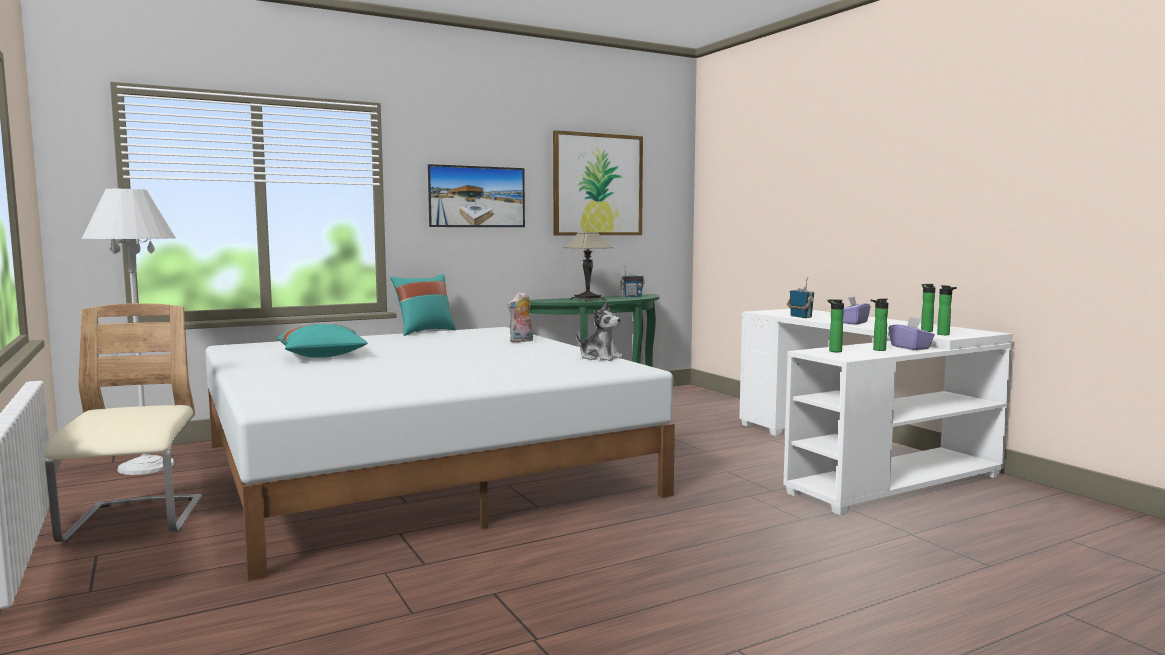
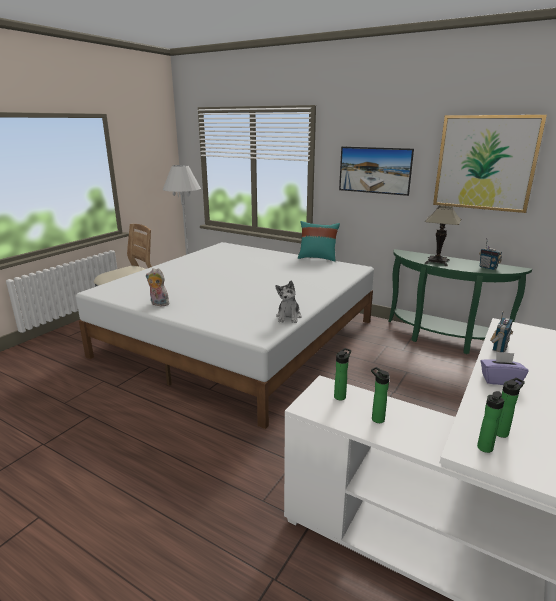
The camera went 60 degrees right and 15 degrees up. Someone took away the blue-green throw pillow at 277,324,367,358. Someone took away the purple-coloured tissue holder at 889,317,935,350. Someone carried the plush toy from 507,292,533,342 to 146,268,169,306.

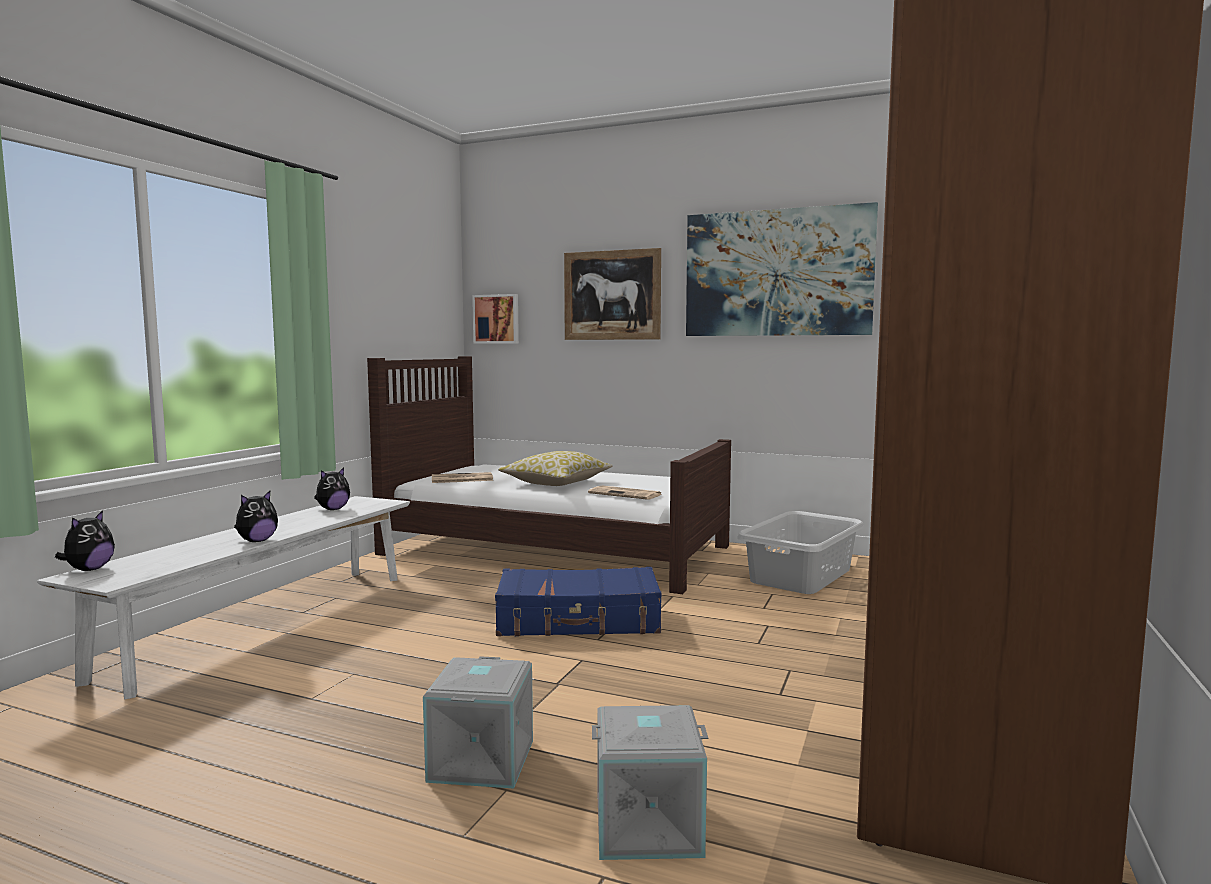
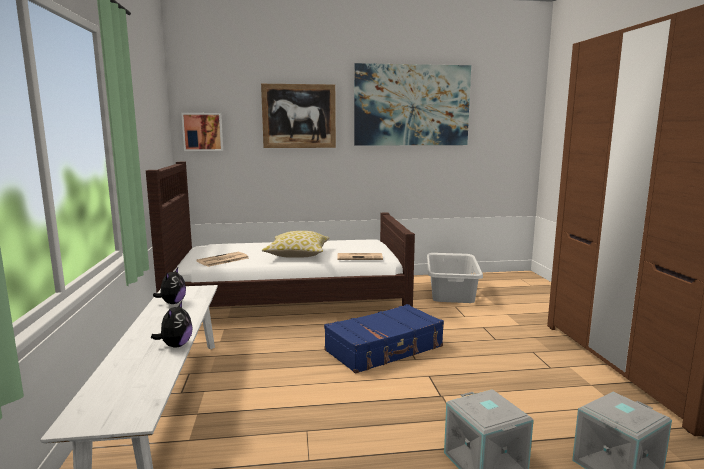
The camera went 30 degrees left and 5 degrees up. Someone took away the plush toy at 55,510,115,571.

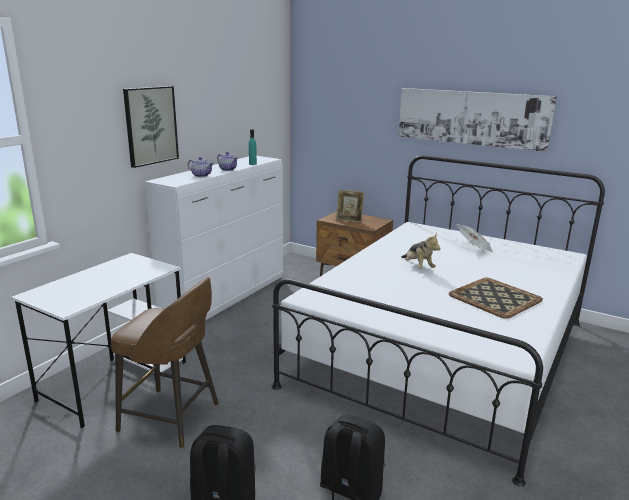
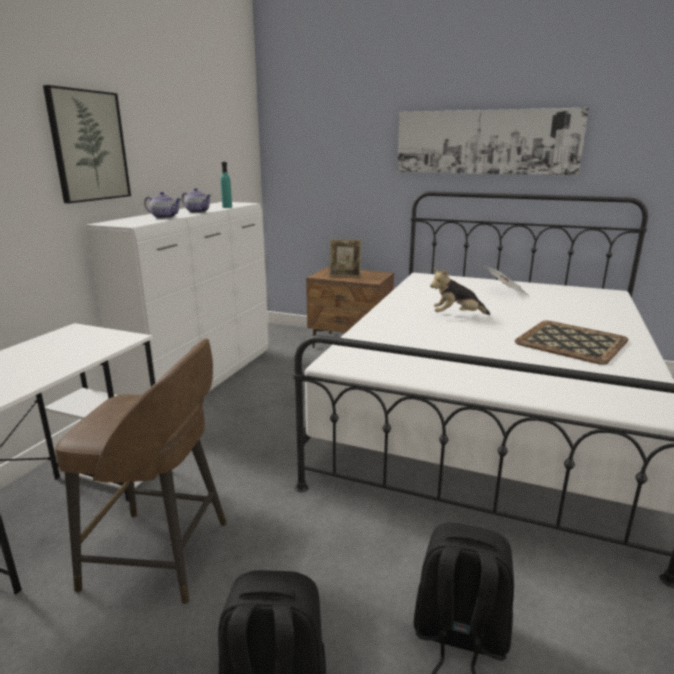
The camera went 10 degrees left and 0 degrees up. Someone rotated the plush toy at 401,233,441,269 by 120 degrees clockwise.

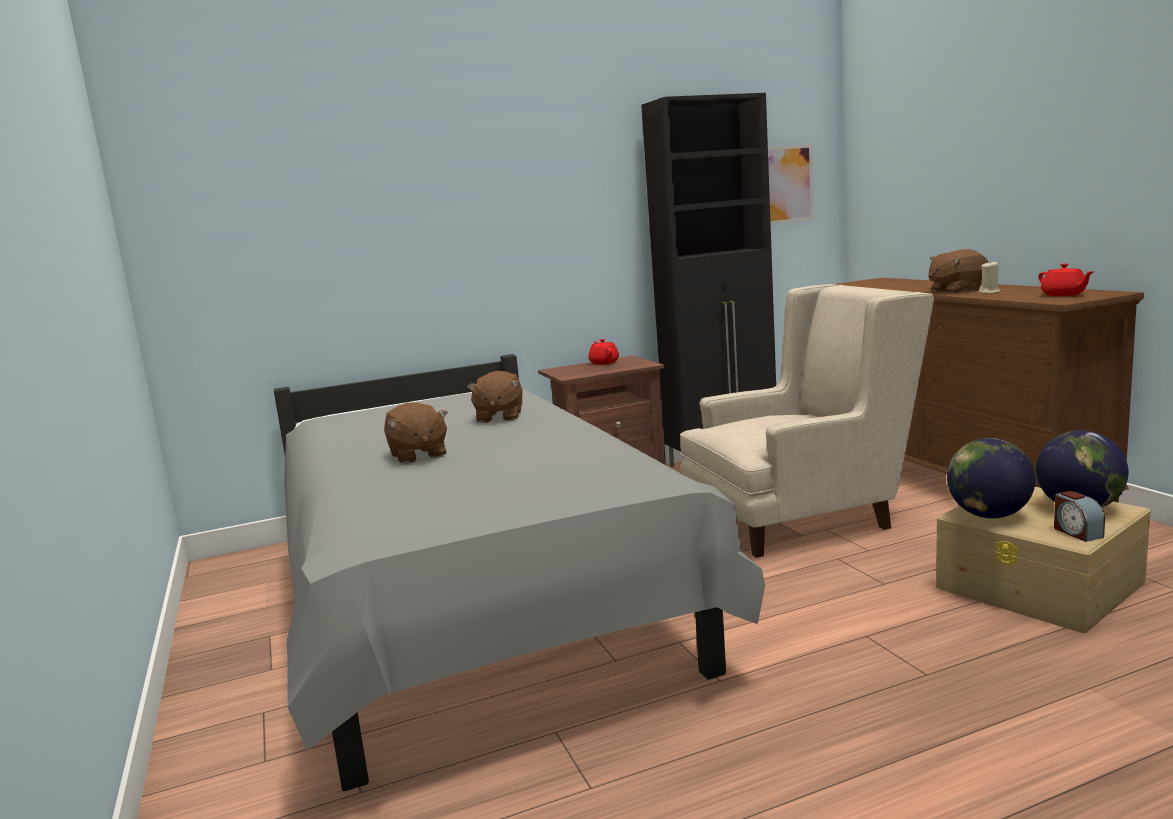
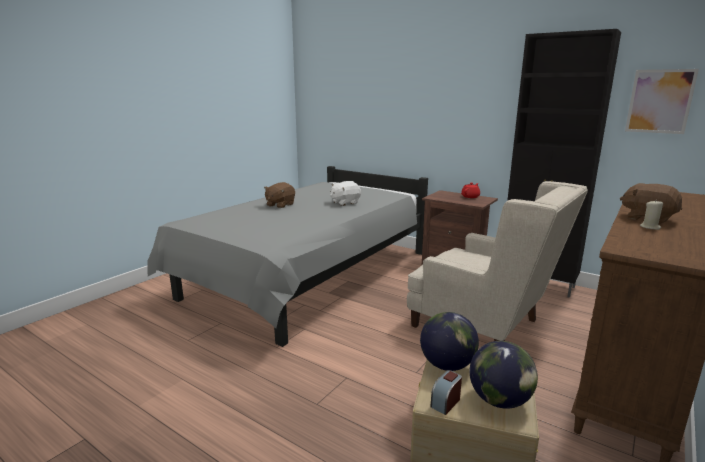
The camera went 55 degrees right and 5 degrees up. Someone took away the red-coloured pot for tea at 1039,263,1094,296. Someone repainted the brownish plush toy at 467,371,522,423, which became the whitish plush toy at 330,181,361,206.

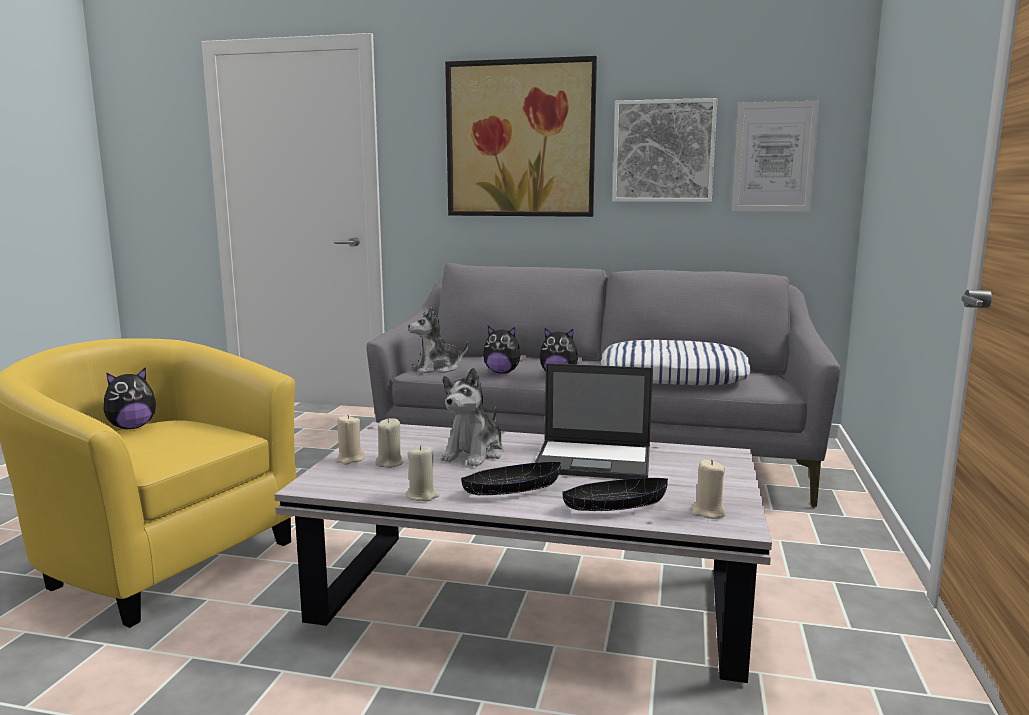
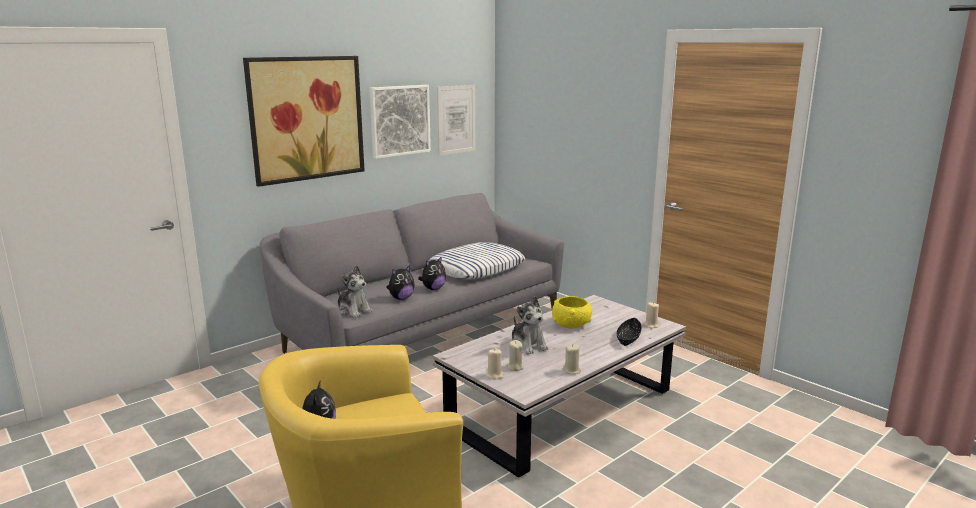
The camera went 55 degrees left and 5 degrees up. Someone took away the black-coloured bowl at 461,462,561,495. Someone swapped the laptop at 535,363,653,479 for the yellow-coloured bowl at 552,296,592,329. Someone rotated the plush toy at 408,307,468,373 by 60 degrees counterclockwise.

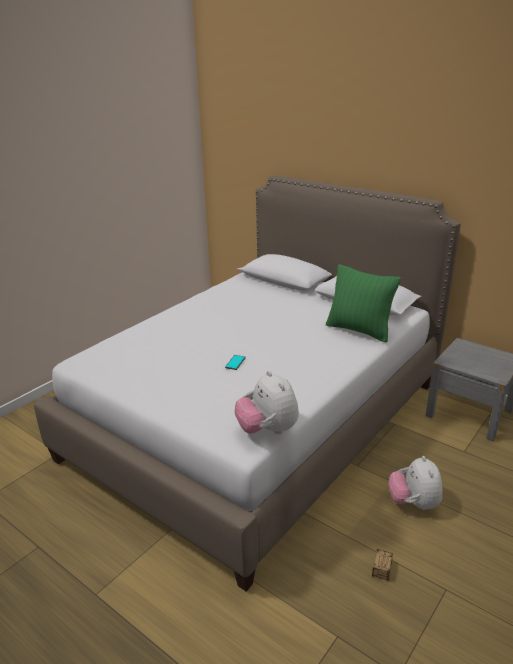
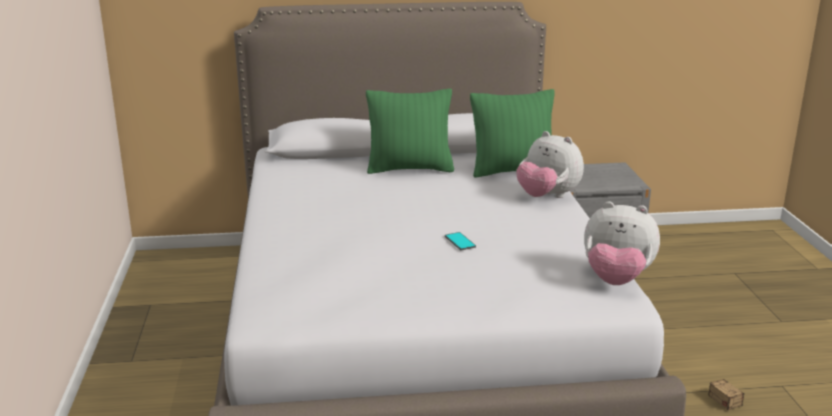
The camera went 45 degrees left and 5 degrees down. Someone put down the green-coloured throw pillow at 366,89,454,174. Someone carried the plush toy from 388,456,442,510 to 517,131,584,198.

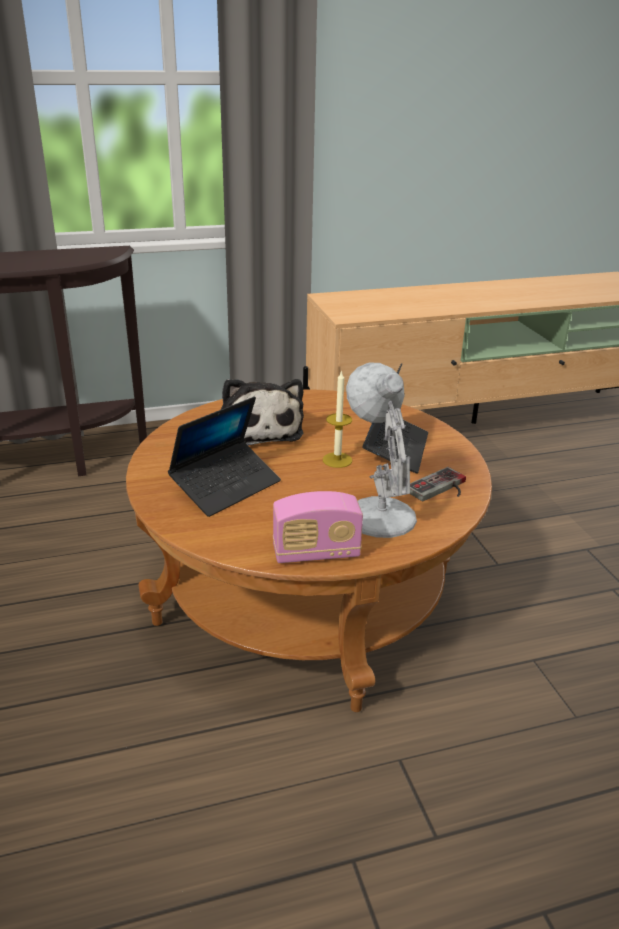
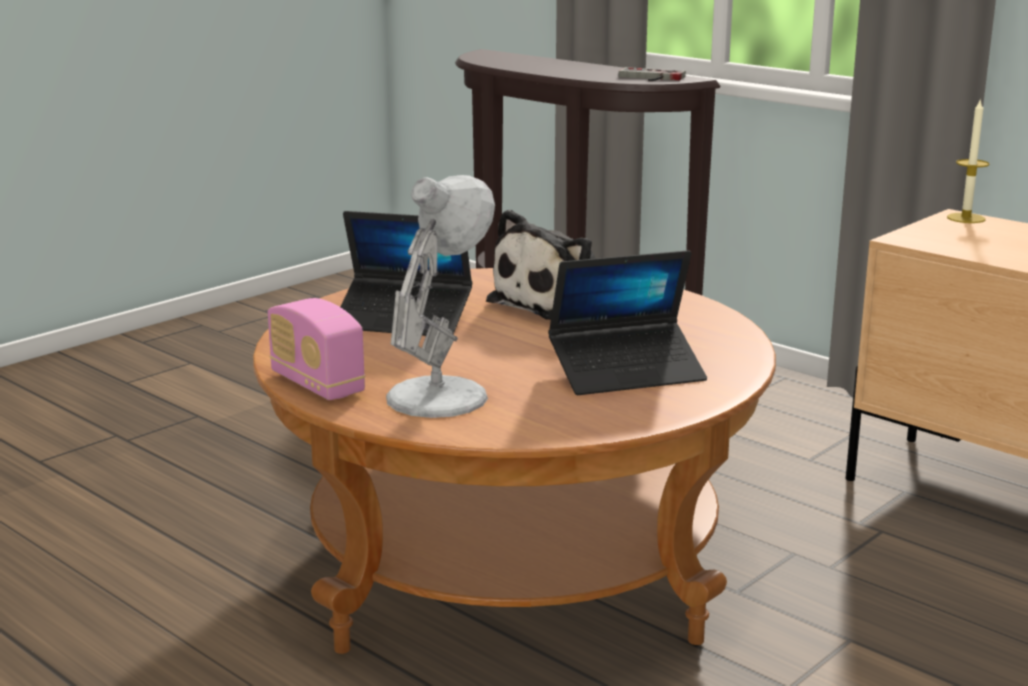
The camera went 60 degrees right and 10 degrees down. Someone carried the wax candle from 323,370,352,468 to 947,98,989,223. Someone carried the joypad from 410,467,466,501 to 619,67,686,81.

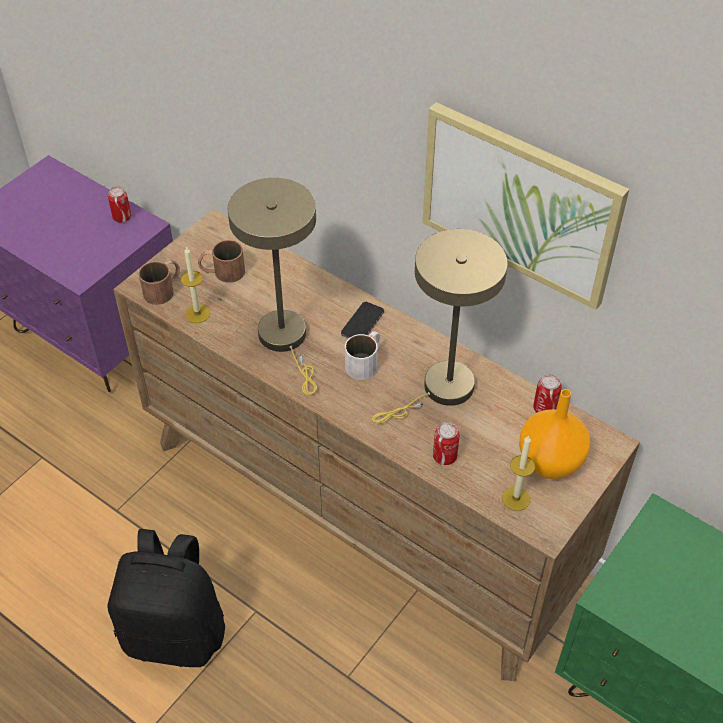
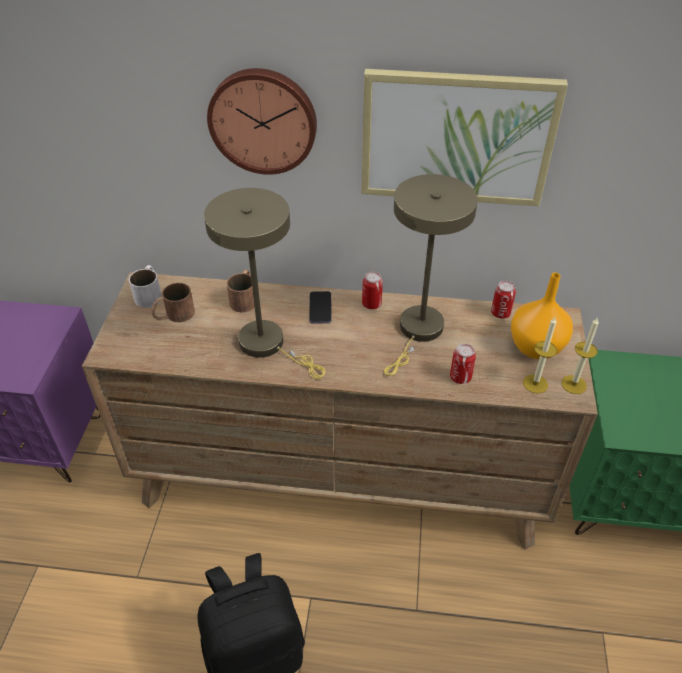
The camera went 30 degrees left and 5 degrees down. Someone put up the wall clock at 207,68,317,175. Someone carried the can from 108,186,131,222 to 362,272,383,309. Someone carried the brownish mug from 138,260,180,305 to 227,270,255,312. Someone carried the wax candle from 181,246,210,323 to 561,317,599,394. Someone carried the whitish mug from 345,331,381,380 to 129,265,162,308.

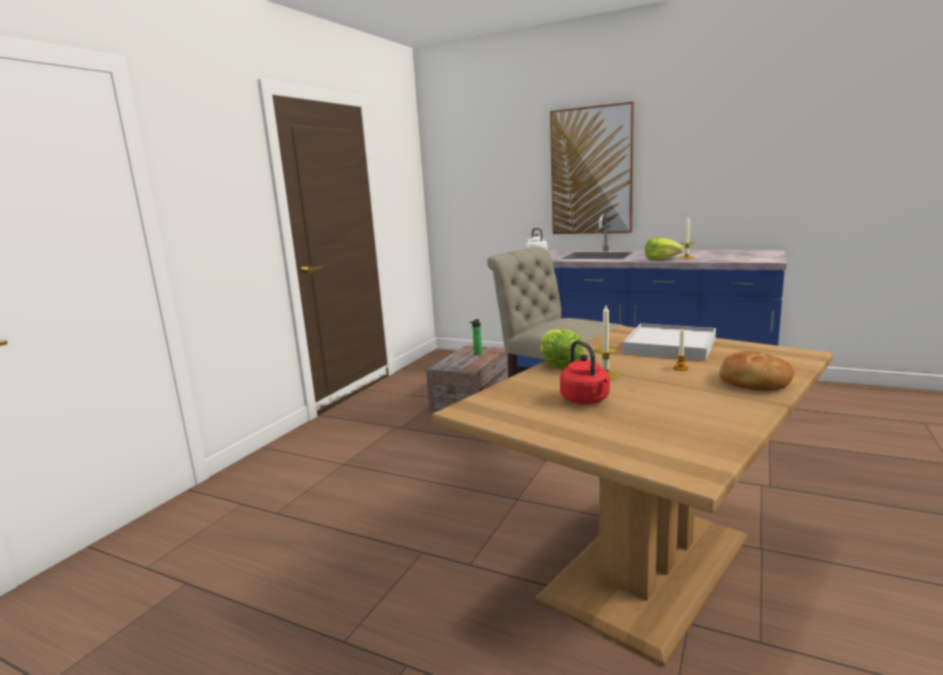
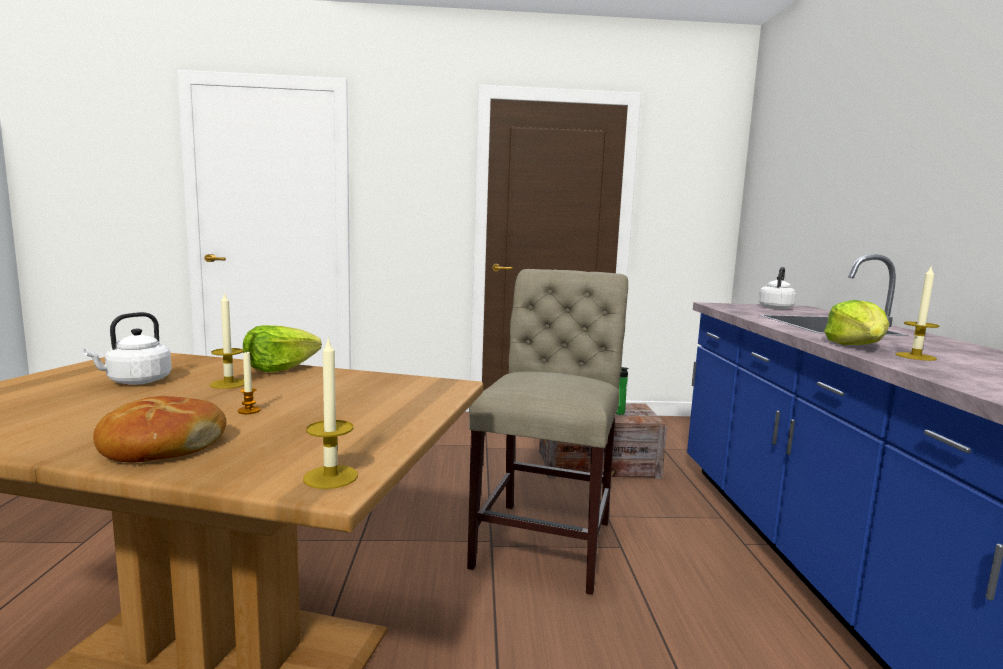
The camera went 60 degrees right and 5 degrees down. Someone took away the picture at 550,102,634,234. Someone took away the whitish serving tray at 623,323,716,361. Someone put down the wax candle at 303,336,358,489. Someone repainted the red-coloured kettle at 560,340,610,404, which became the whitish kettle at 83,312,172,385.

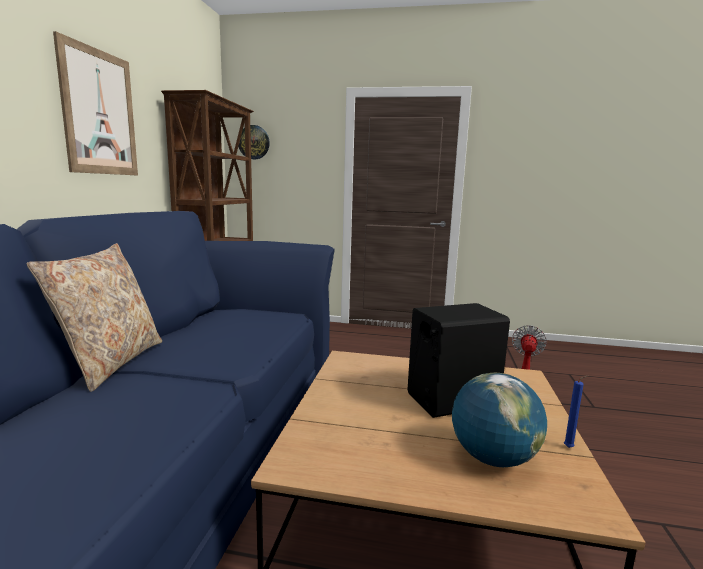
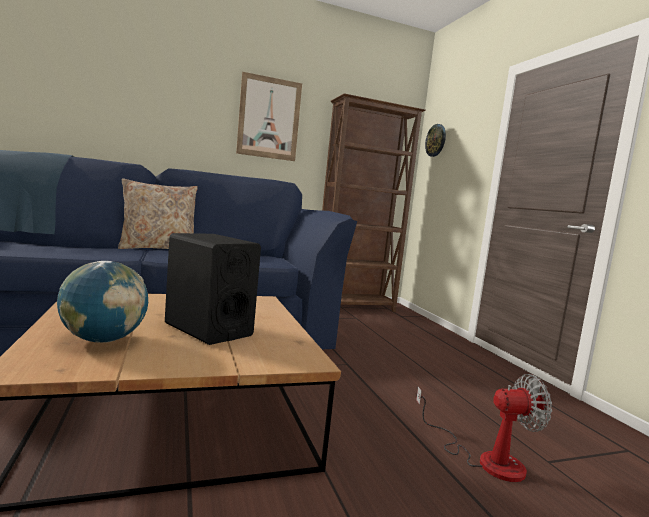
The camera went 60 degrees right and 5 degrees down. Someone took away the bluish wax candle at 564,375,589,448.

